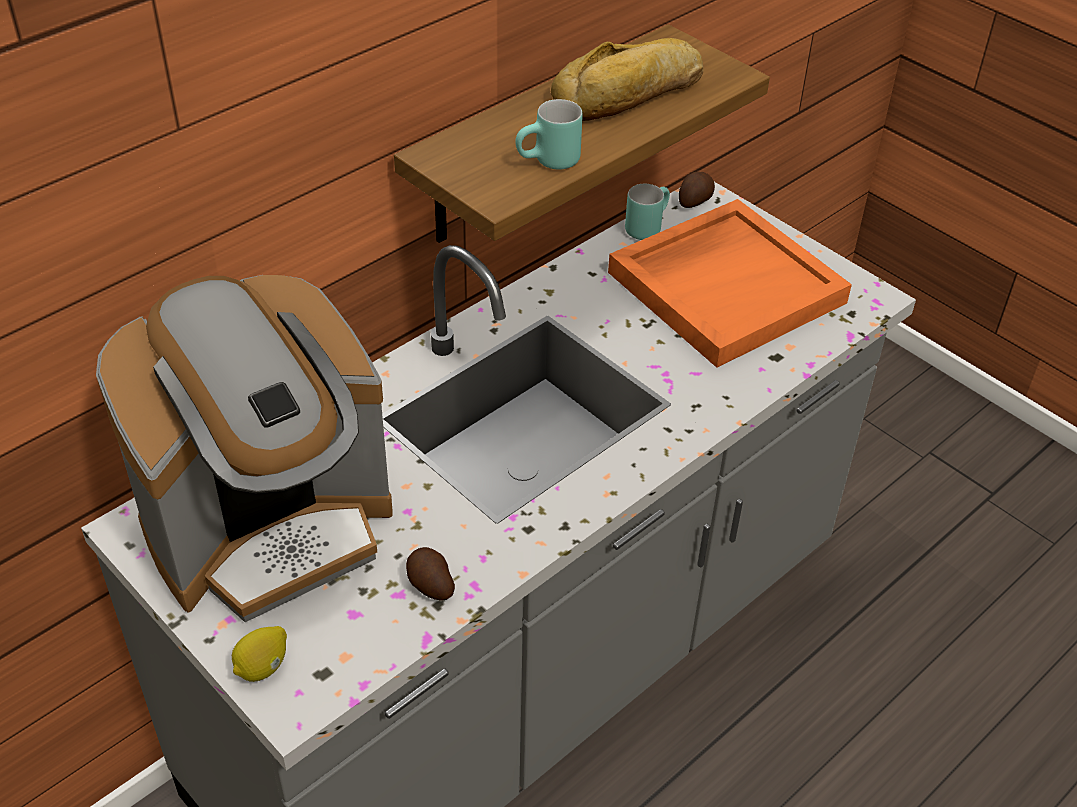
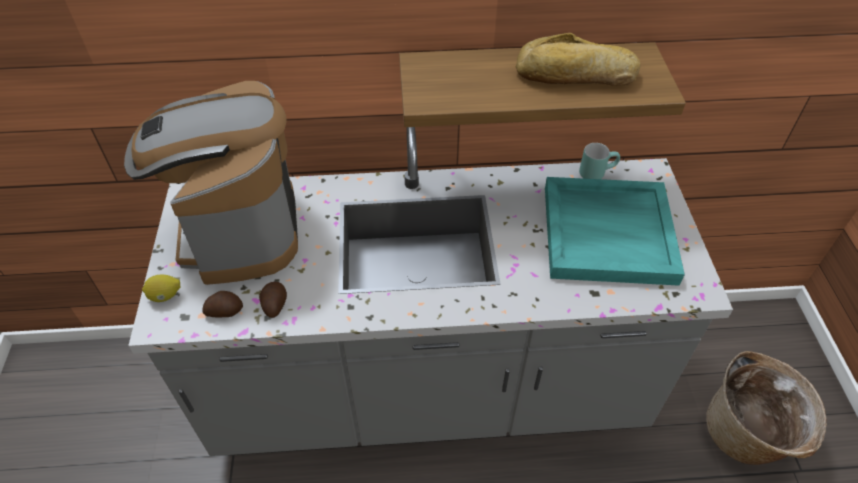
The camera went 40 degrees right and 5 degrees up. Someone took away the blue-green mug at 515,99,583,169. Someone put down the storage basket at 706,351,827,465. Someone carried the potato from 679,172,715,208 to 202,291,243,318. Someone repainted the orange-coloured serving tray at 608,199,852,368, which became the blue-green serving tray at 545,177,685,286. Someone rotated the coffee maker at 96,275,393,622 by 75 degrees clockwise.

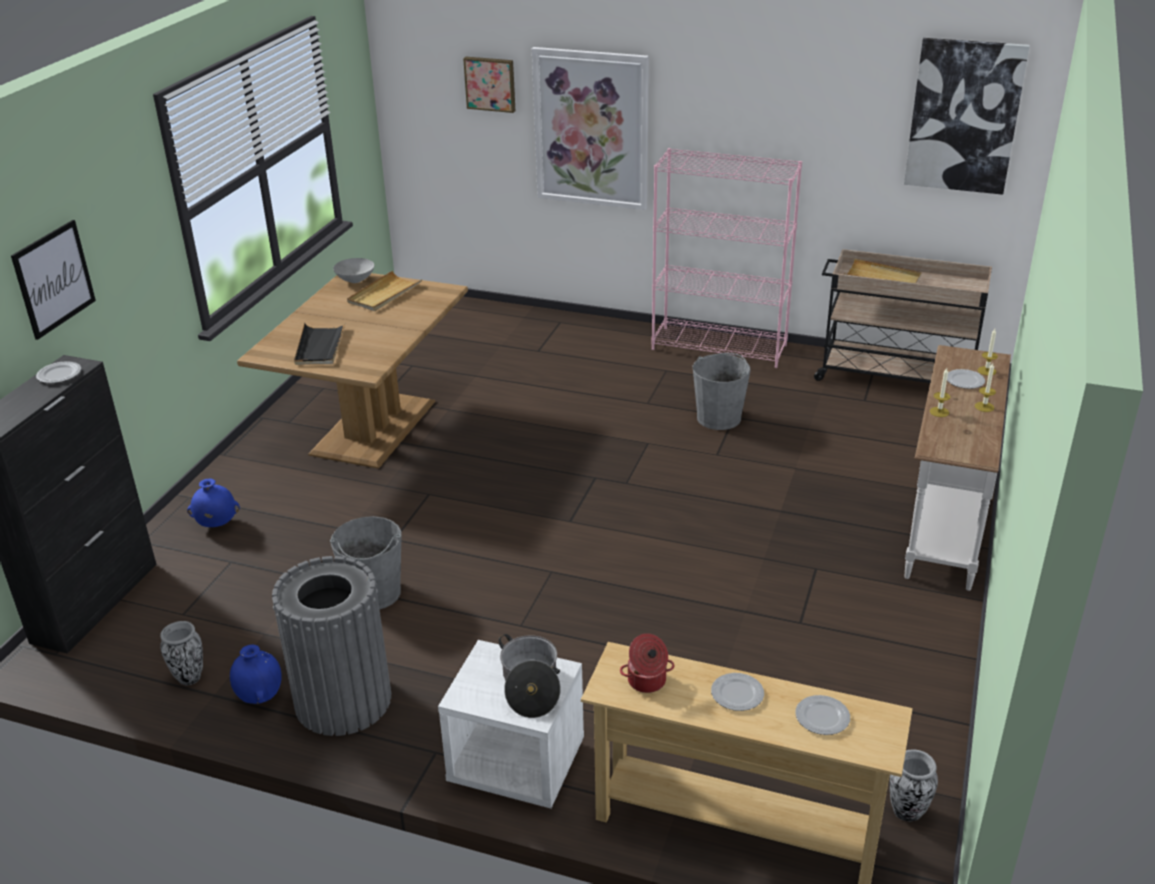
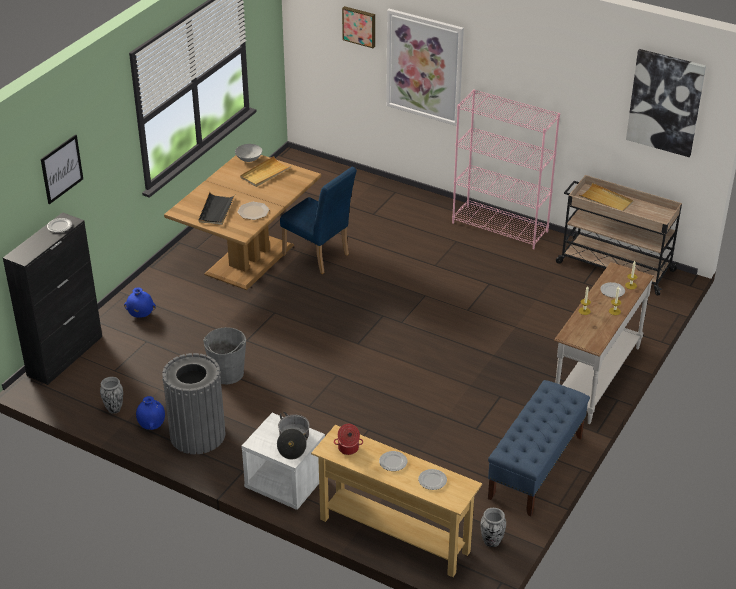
The camera went 10 degrees right and 5 degrees up. Someone took away the greyish bucket at 693,353,751,430. Someone put down the dinner plate at 237,202,269,220. Someone put down the bluish plain chair at 280,167,357,274. Someone put down the bluish long seat at 488,380,590,516.

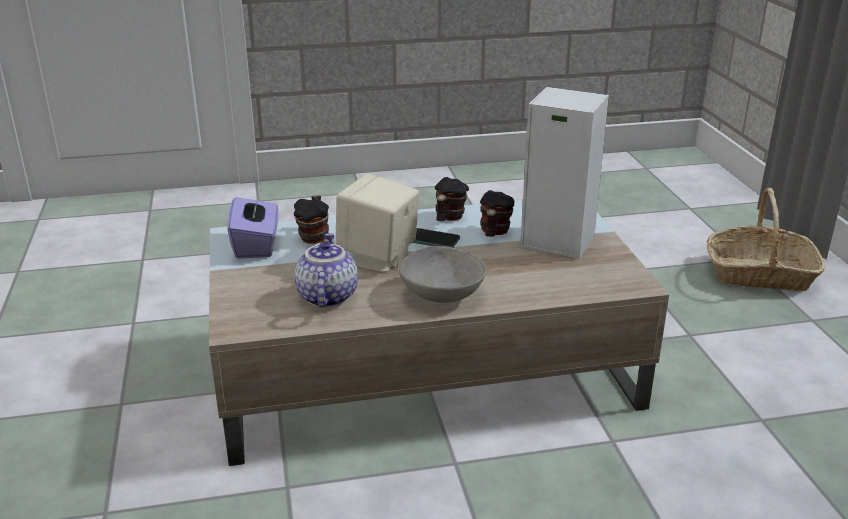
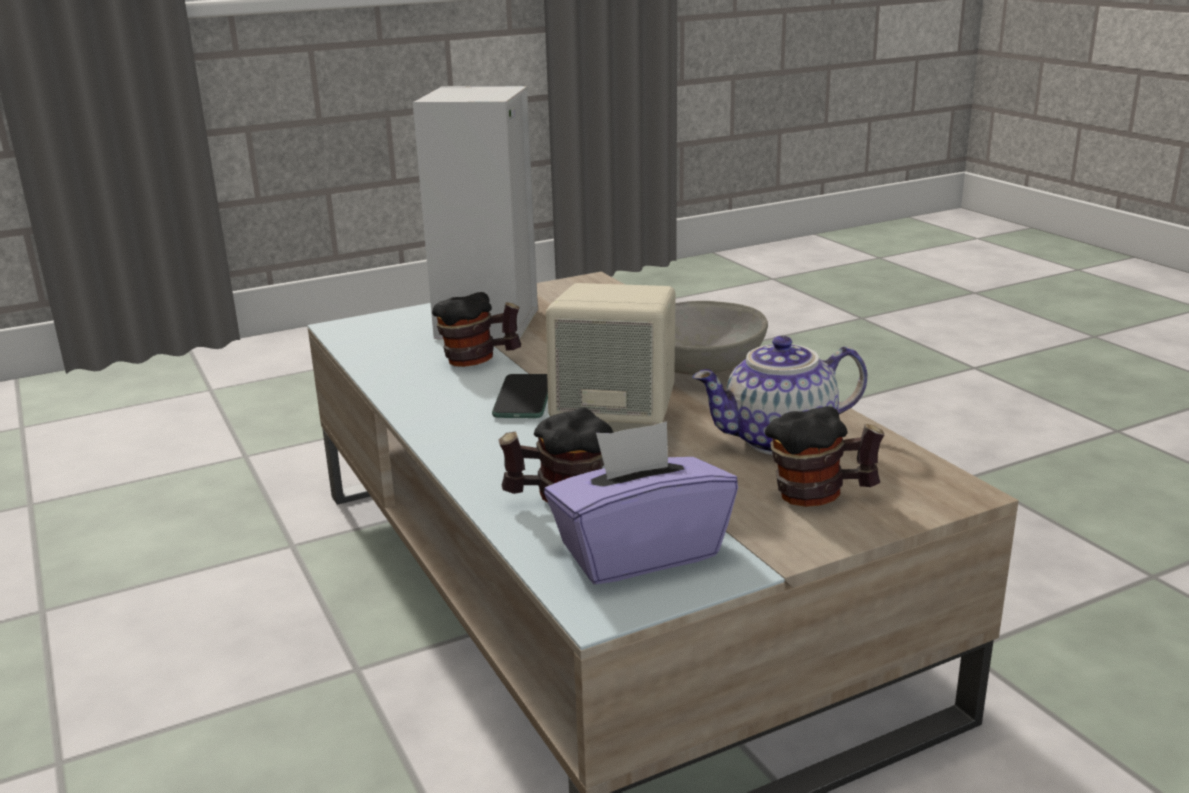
The camera went 105 degrees left and 5 degrees down. Someone took away the storage basket at 706,188,825,291. Someone carried the mug from 435,177,469,221 to 765,406,884,507.

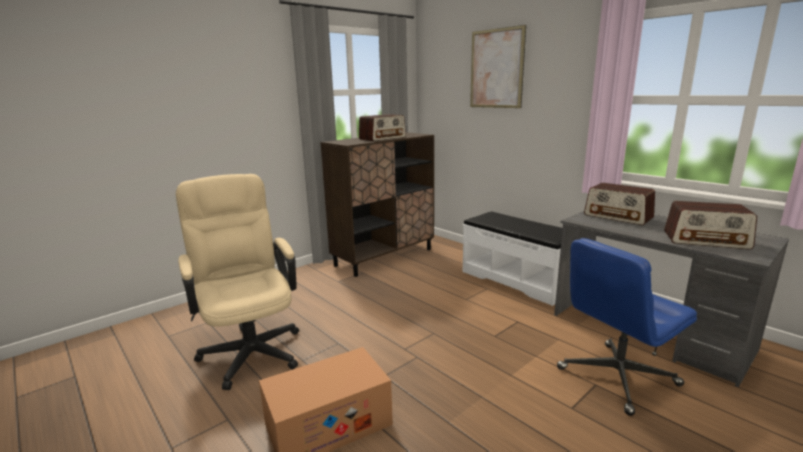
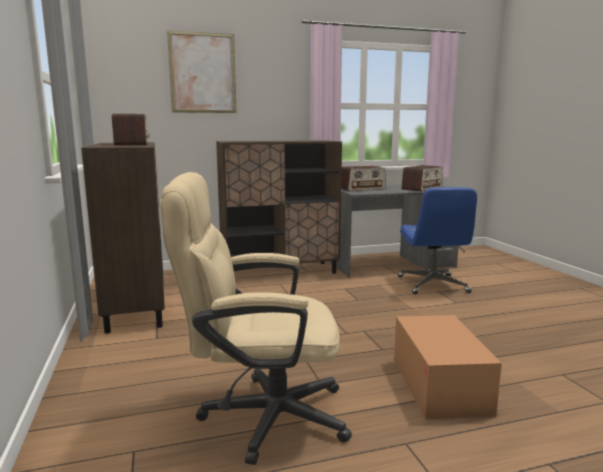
The camera went 65 degrees left and 5 degrees down. Someone swapped the whitish long seat at 463,211,563,306 for the brownish cupboard at 216,140,342,274.

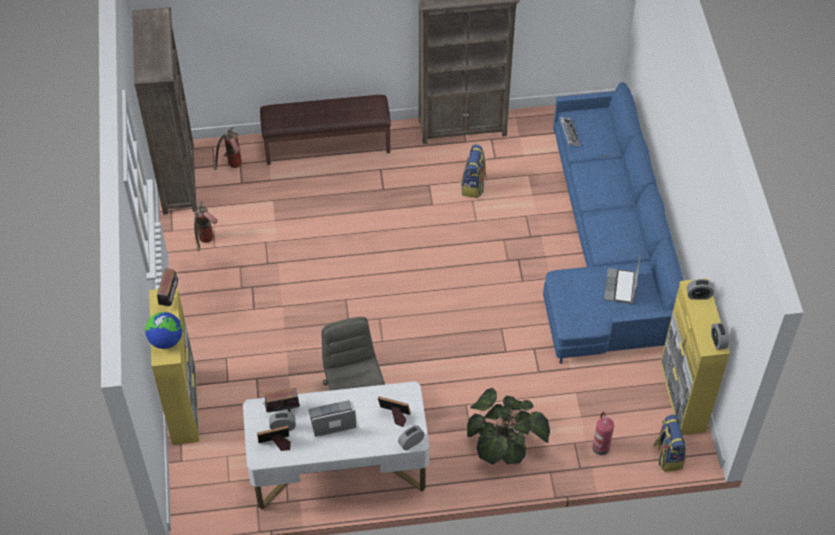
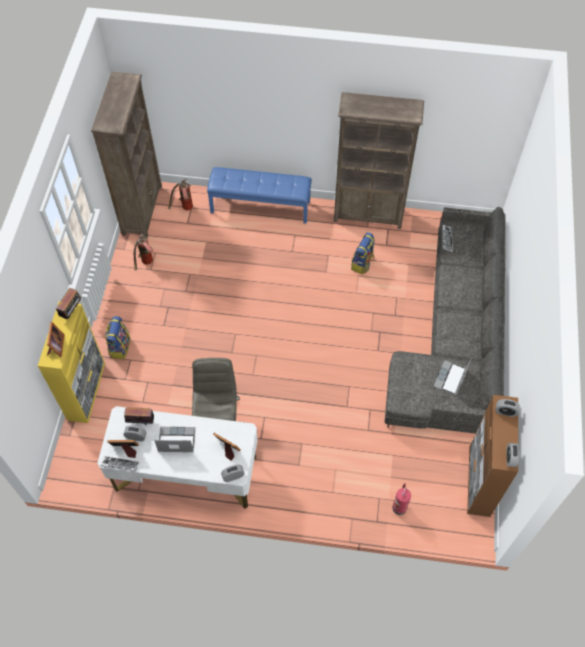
The camera went 15 degrees right and 5 degrees up. Someone took away the plant in a pot at 467,388,550,465. Someone put down the computer keyboard at 100,456,139,472. Someone carried the knapsack from 654,414,686,472 to 105,316,130,359. Someone swapped the desk globe at 145,312,183,349 for the photo frame at 47,322,65,357. Someone repainted the brownish long seat at 260,95,391,165, which became the bluish long seat at 207,167,312,224. Someone repainted the bluish sofa at 543,82,684,364, which became the greyish sofa at 385,207,506,434. Someone repainted the yellow-coloured cupboard at 660,278,730,435, which became the brownish cupboard at 467,395,518,517.

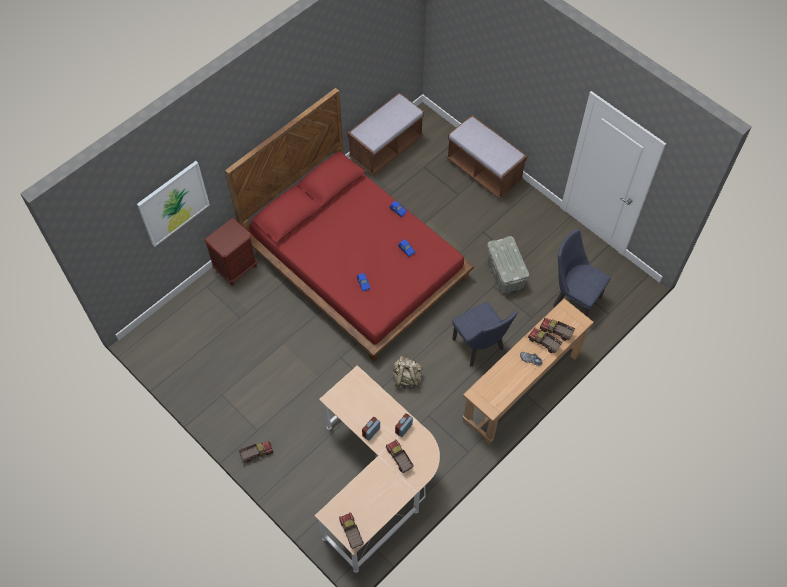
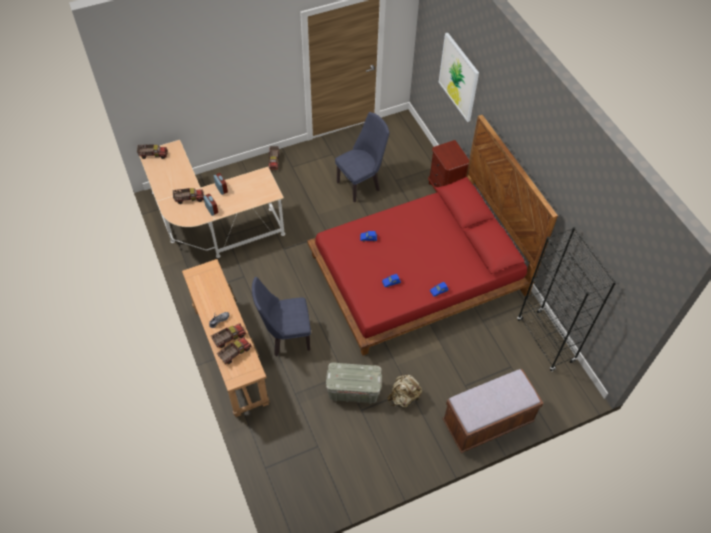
The camera went 110 degrees right and 5 degrees down. Someone carried the beige-coloured knapsack from 393,355,423,389 to 387,375,422,407. Someone carried the bluish plain chair from 553,229,610,316 to 335,112,389,202. Someone swapped the brownish long seat at 347,93,424,176 for the black-coloured shelving unit at 517,227,616,371.

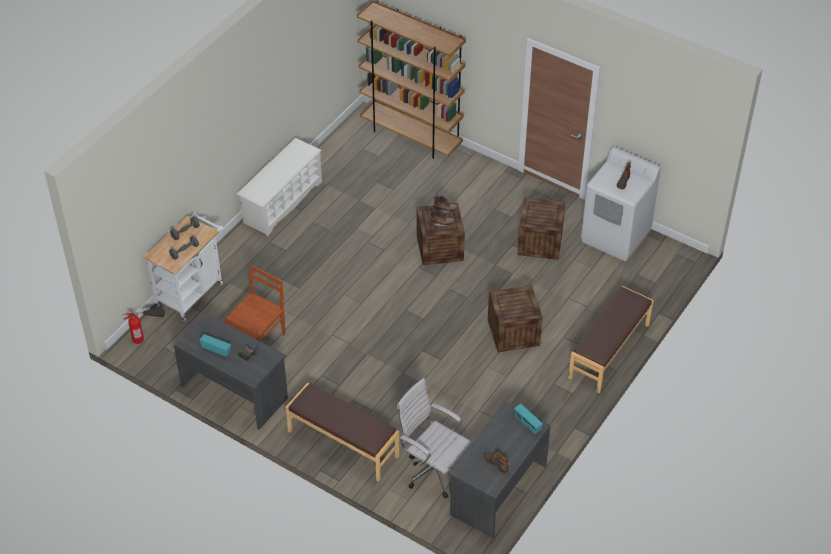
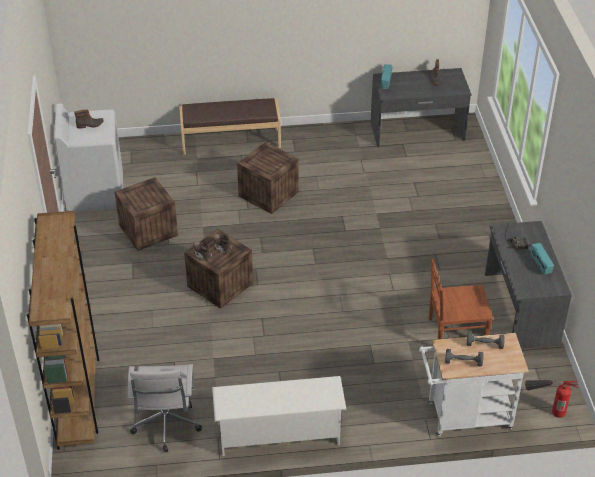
The camera went 130 degrees left and 5 degrees down. Someone took away the brownish long seat at 285,383,399,482. Someone carried the whitish desk chair from 397,378,472,499 to 128,364,202,452.

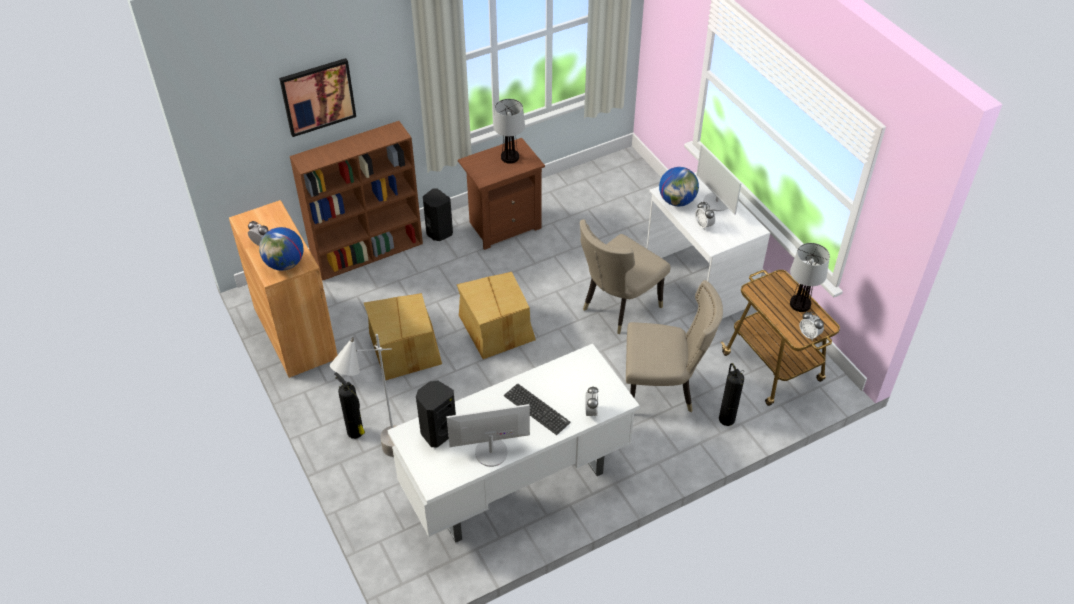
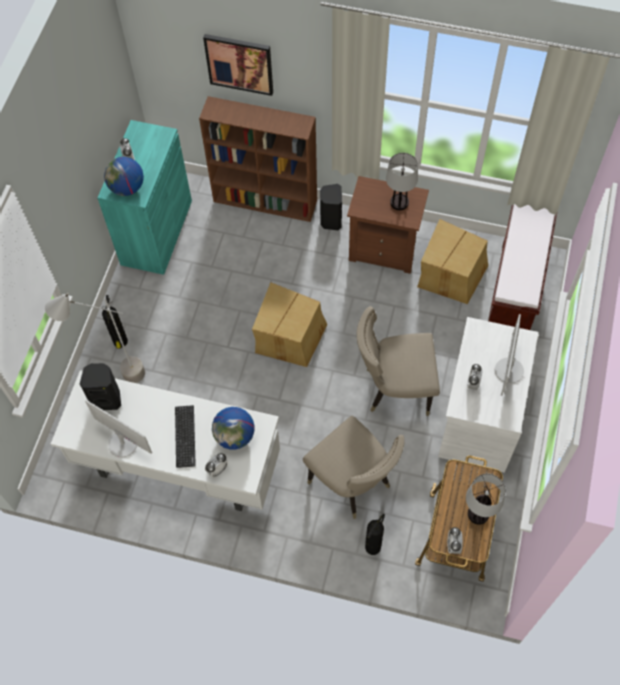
The camera went 45 degrees right and 15 degrees up. Someone put down the brownish long seat at 488,204,558,330. Someone carried the carton from 364,293,442,380 to 417,219,488,304. Someone carried the desk globe from 659,167,699,206 to 212,407,255,450. Someone repainted the brownish cupboard at 229,200,337,378, which became the blue-green cupboard at 97,120,192,275.

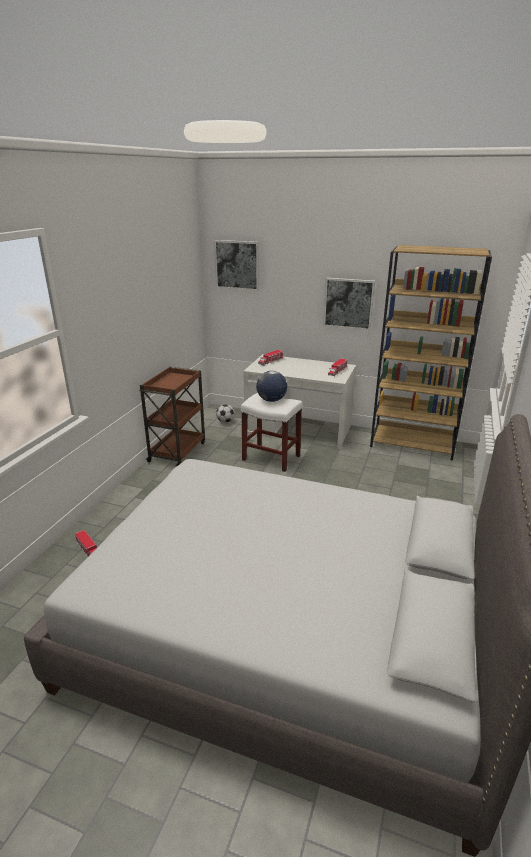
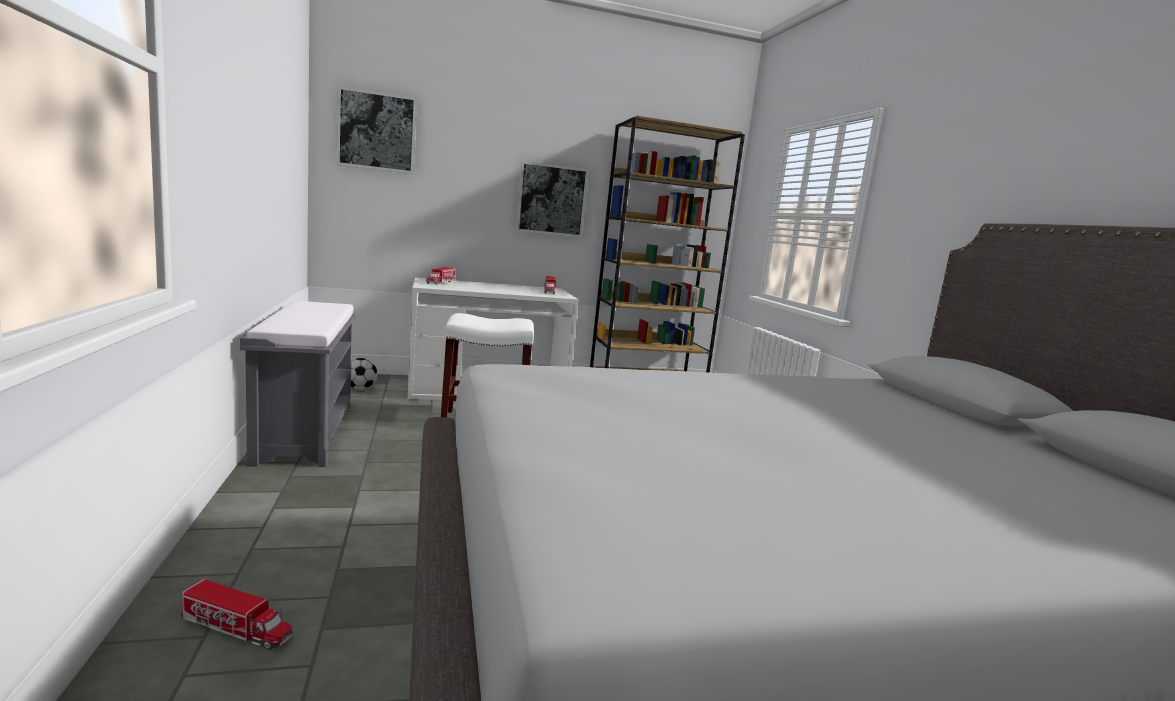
The camera went 35 degrees left and 15 degrees down. Someone took away the desk globe at 256,371,287,402. Someone swapped the brownish wheeled cart at 139,367,205,466 for the greyish long seat at 240,301,356,467.

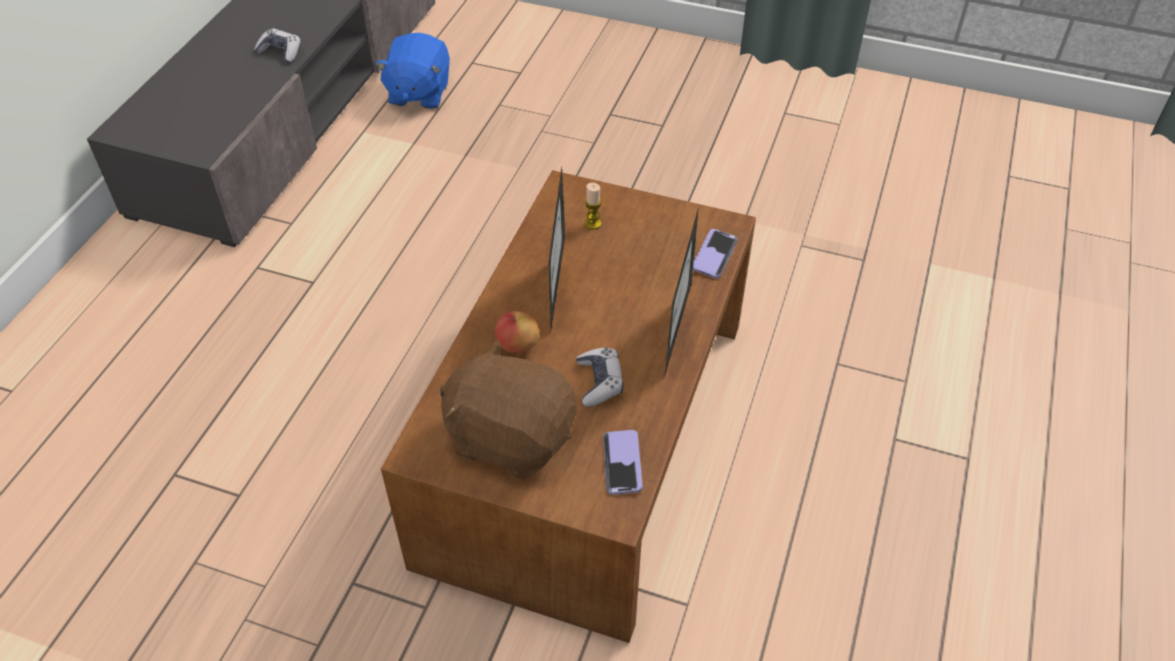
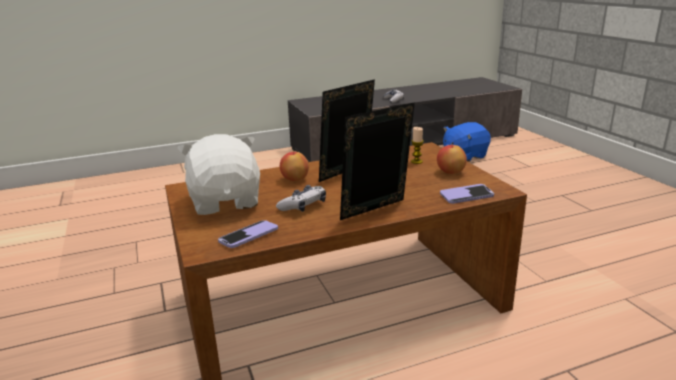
The camera went 50 degrees right and 25 degrees down. Someone put down the whole apple at 437,143,467,174. Someone repainted the brownish plush toy at 440,339,577,479, which became the whitish plush toy at 177,134,260,215.

